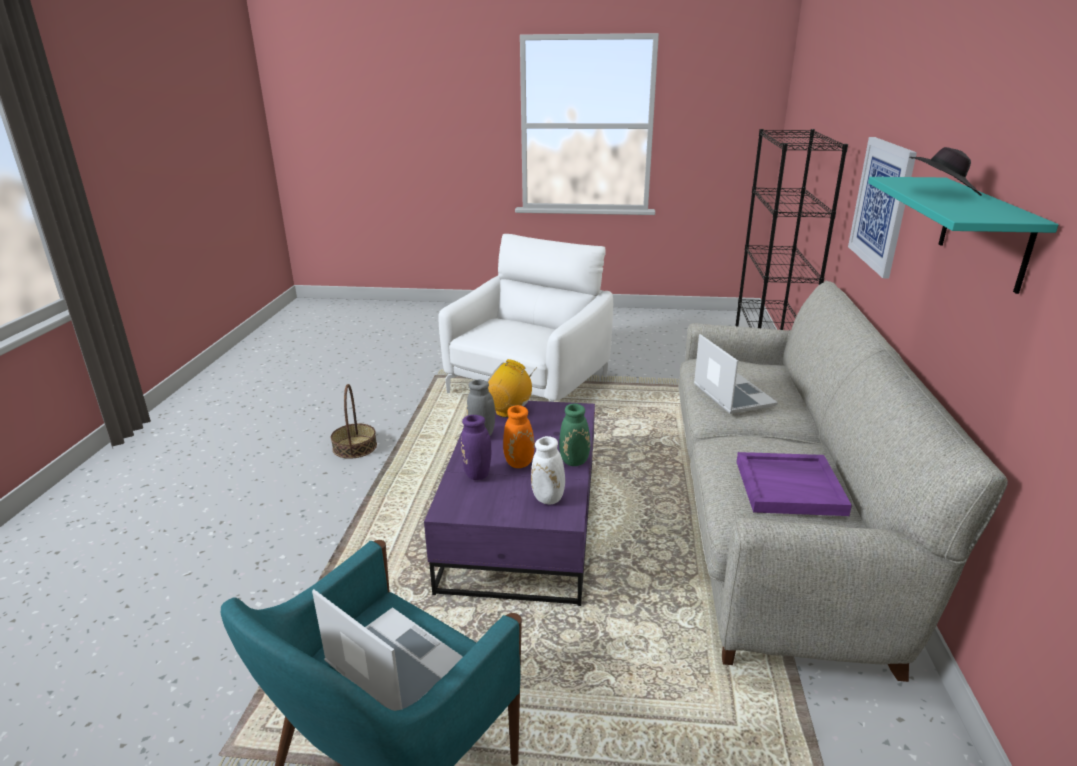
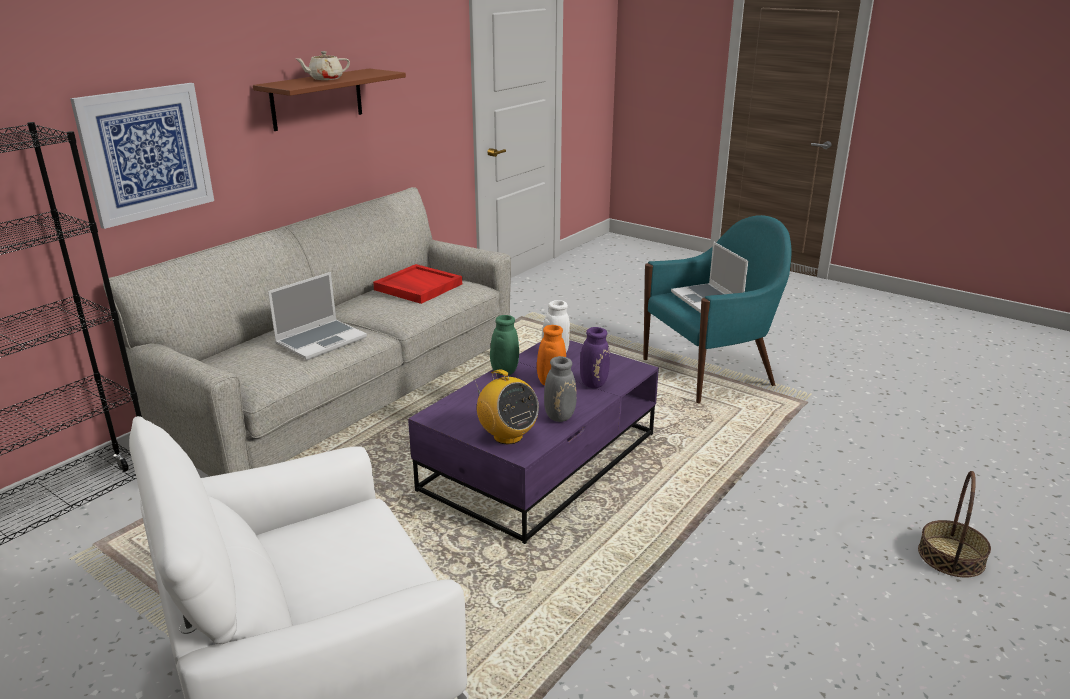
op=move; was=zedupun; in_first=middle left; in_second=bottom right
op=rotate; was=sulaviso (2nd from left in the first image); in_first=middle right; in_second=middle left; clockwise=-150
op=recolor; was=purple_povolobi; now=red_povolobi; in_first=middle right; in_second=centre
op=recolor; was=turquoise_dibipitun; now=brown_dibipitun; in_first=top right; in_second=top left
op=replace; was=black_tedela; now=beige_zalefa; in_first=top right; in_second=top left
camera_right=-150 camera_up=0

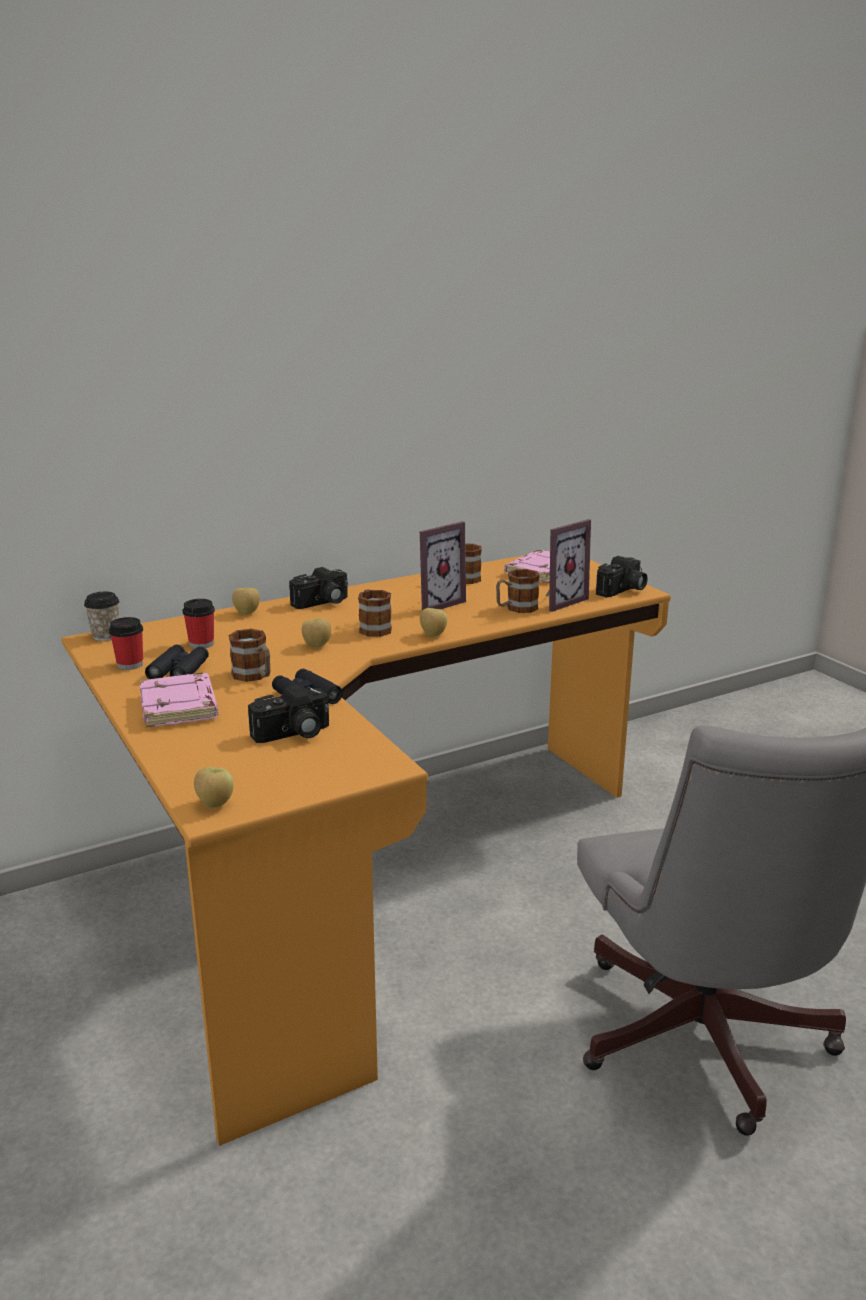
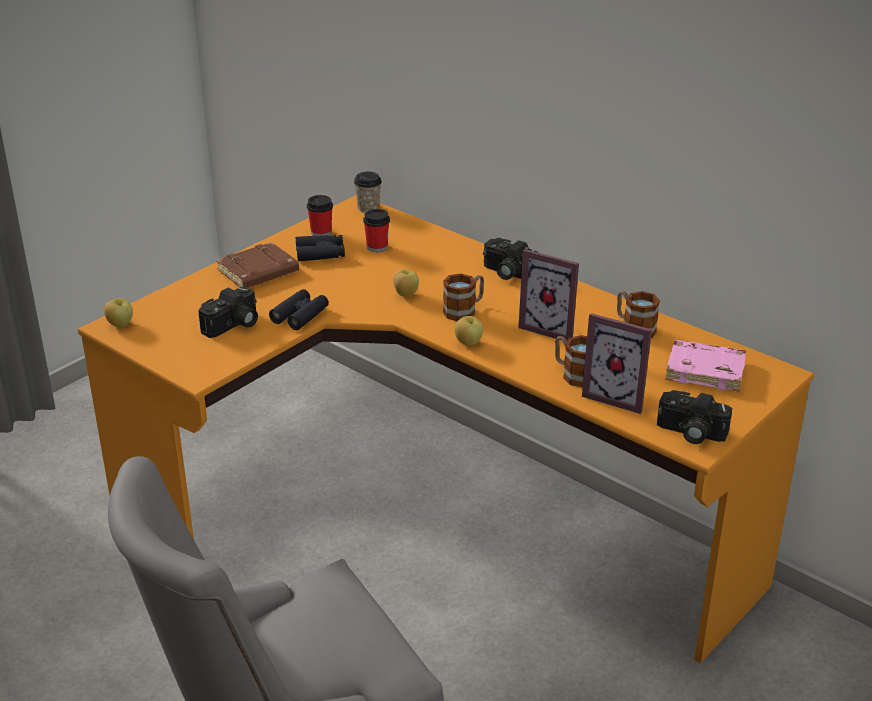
op=recolor; was=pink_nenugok (1st from left); now=brown_nenugok; in_first=middle left; in_second=middle left
op=delete; was=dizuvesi (1st from left); in_first=middle left
op=delete; was=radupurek (2nd from left); in_first=middle left
op=rotate; was=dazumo (1st from left); in_first=middle left; in_second=middle left; clockwise=-90
camera_right=70 camera_up=10

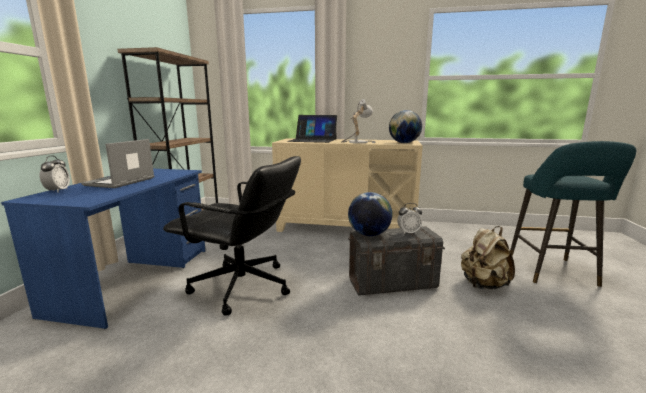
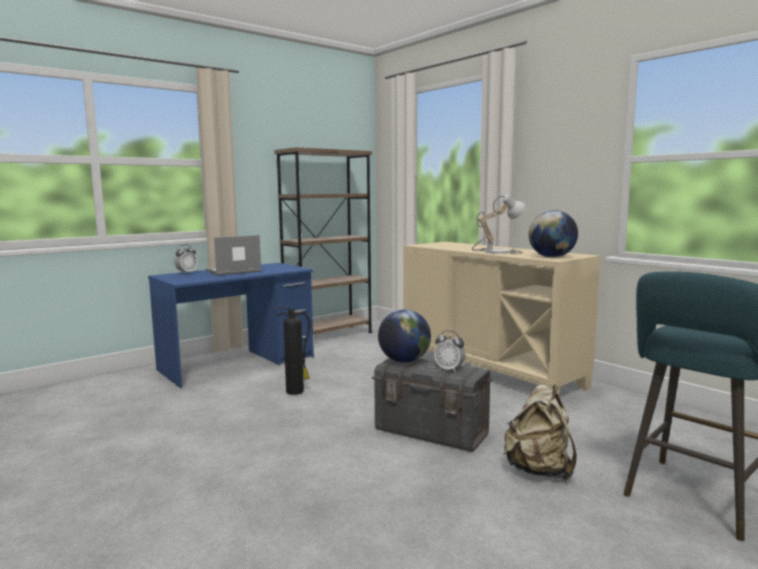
op=replace; was=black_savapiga; now=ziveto; in_first=centre; in_second=centre
op=delete; was=sulaviso (2nd from left); in_first=top centre
camera_right=40 camera_up=-5

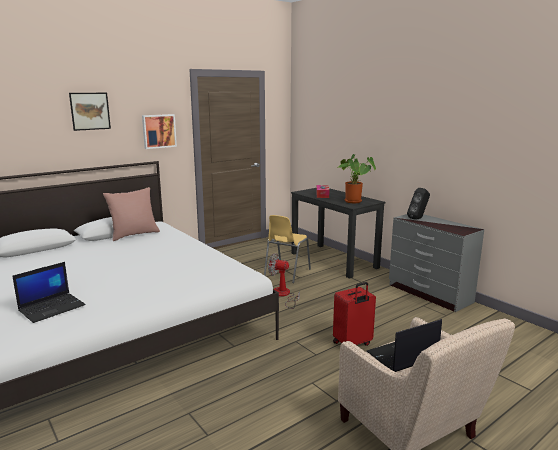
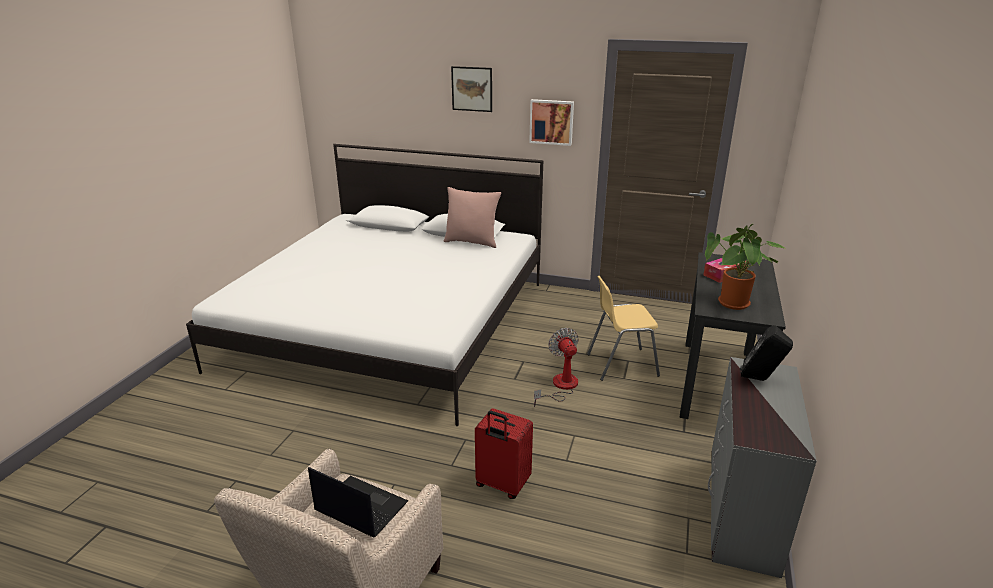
op=delete; was=sulaviso (1st from left); in_first=middle left
camera_right=55 camera_up=10

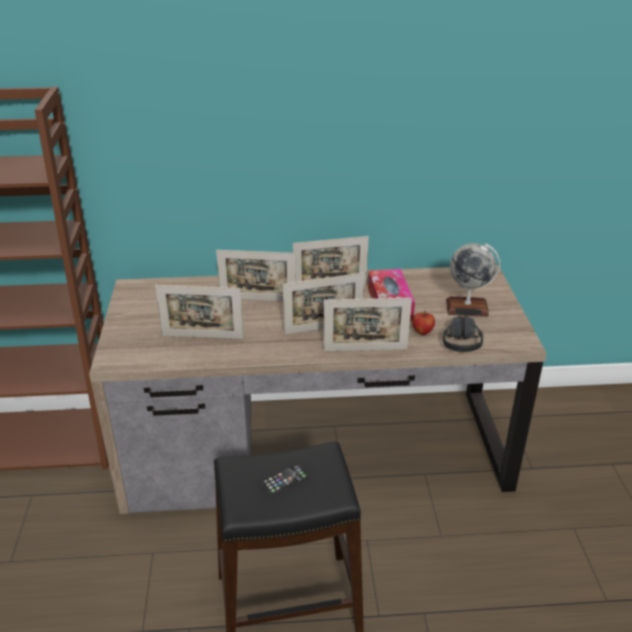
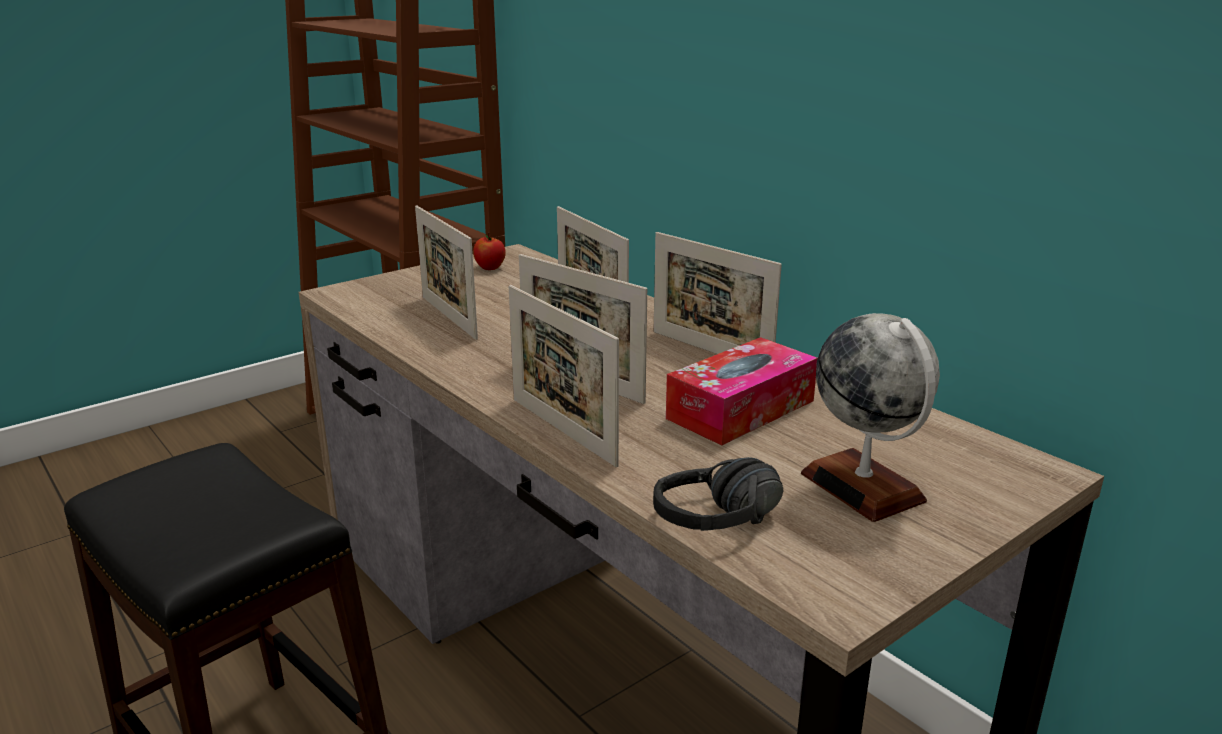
op=delete; was=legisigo; in_first=bottom centre
op=move; was=radupurek; in_first=middle right; in_second=centre
camera_right=55 camera_up=-10

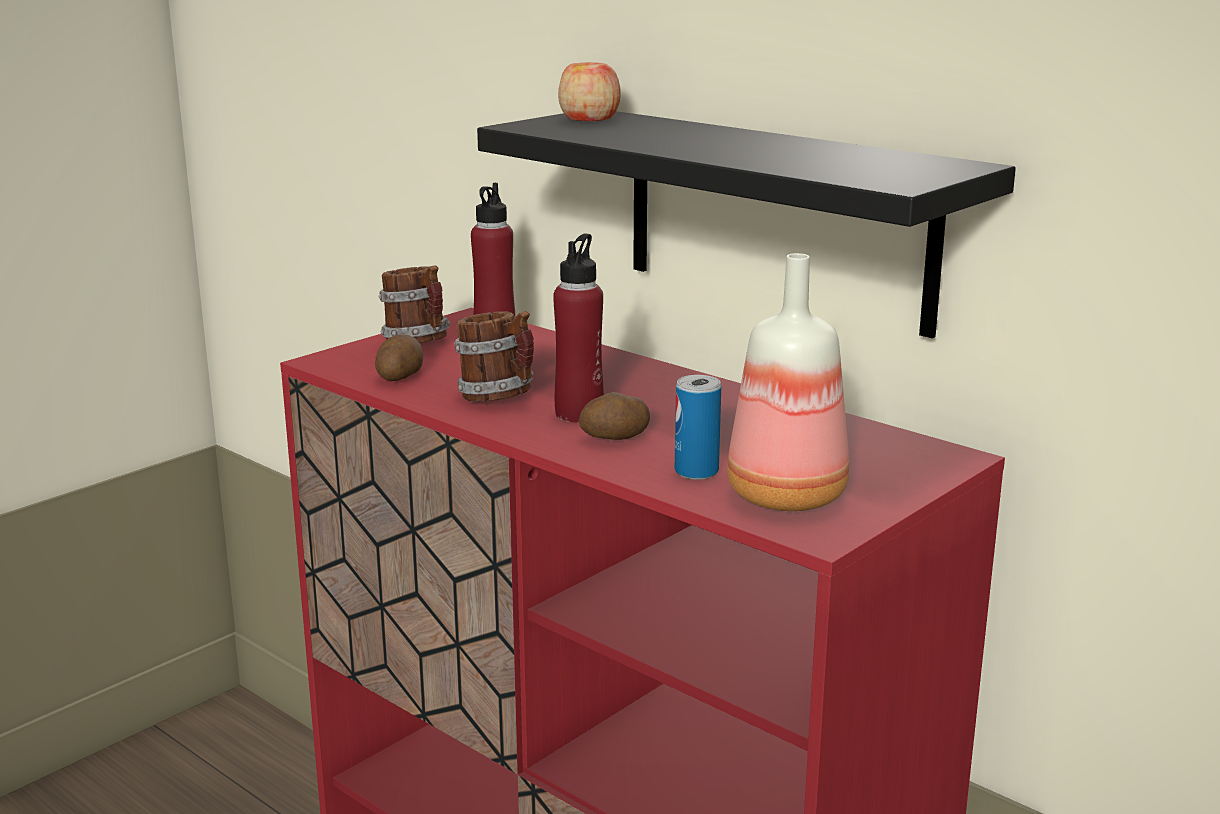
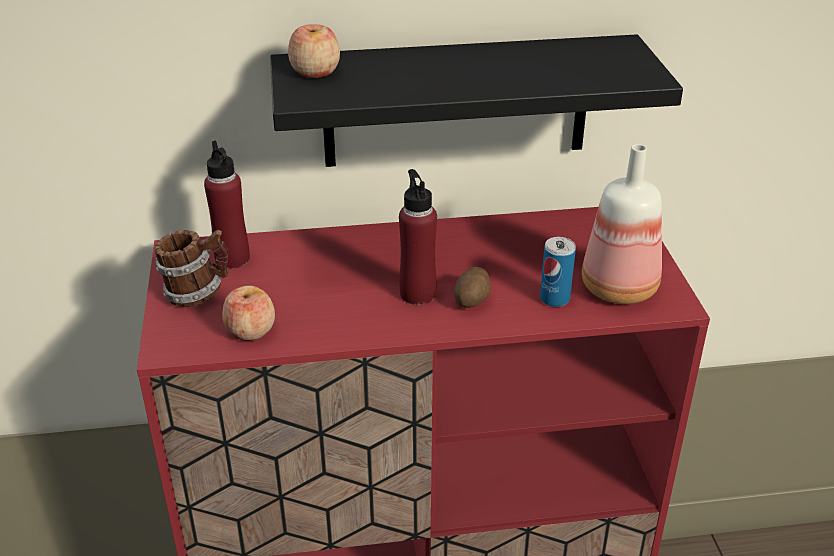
op=replace; was=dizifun (1st from left); now=radupurek (1st from left); in_first=middle left; in_second=middle left
op=delete; was=dizuvesi (2nd from left); in_first=centre
camera_right=-50 camera_up=15

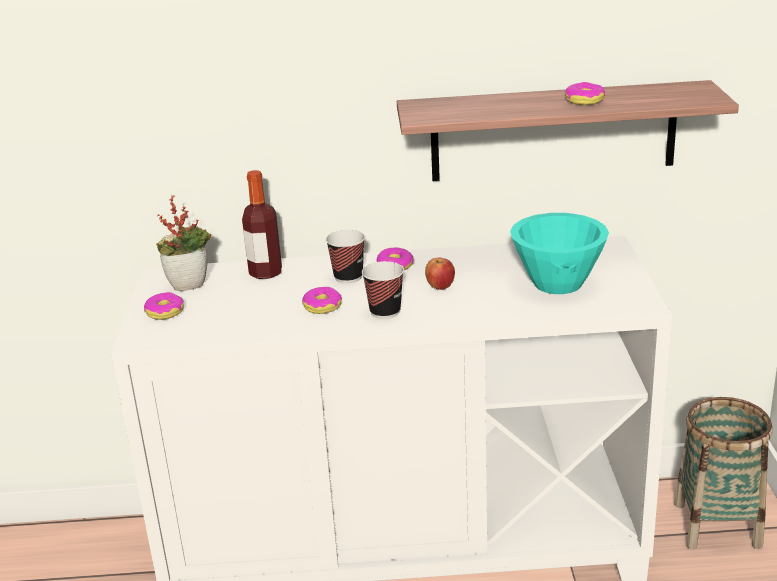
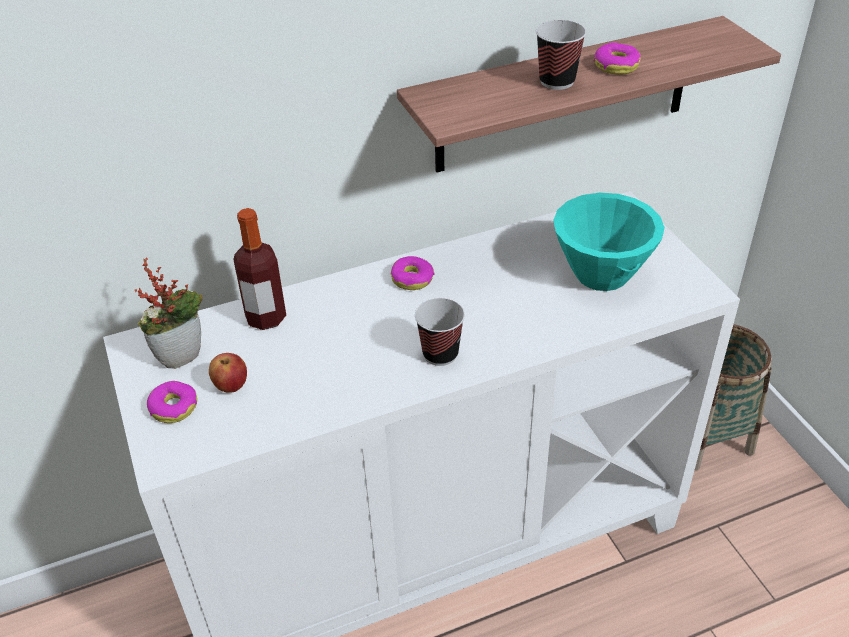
op=delete; was=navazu (2nd from left); in_first=centre
op=move; was=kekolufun (1st from left in the first image); now=kekolufun (2nd from left); in_first=centre; in_second=top centre
op=move; was=radupurek; in_first=centre; in_second=middle left
camera_right=-20 camera_up=15

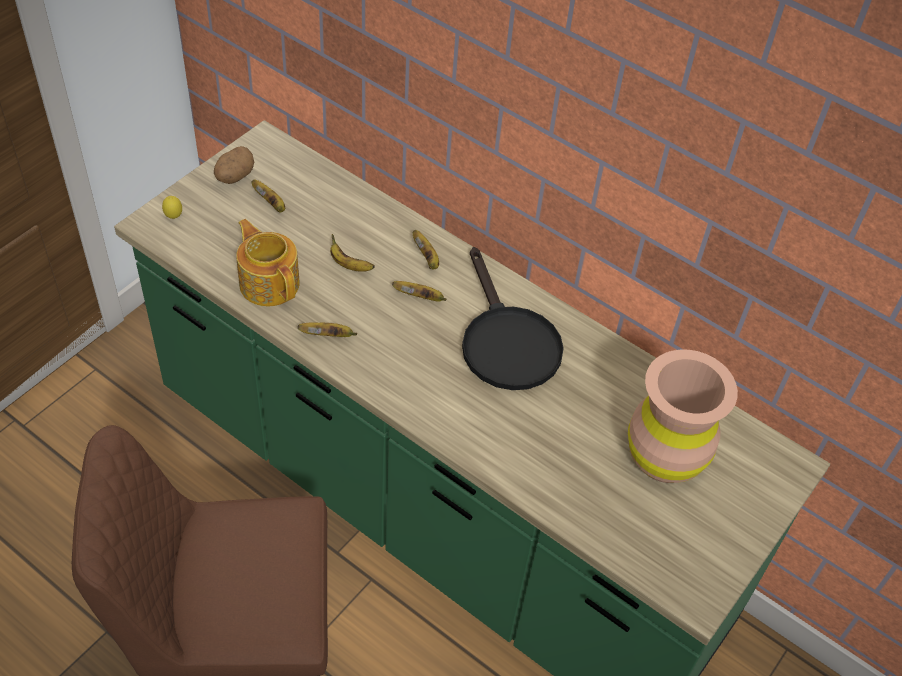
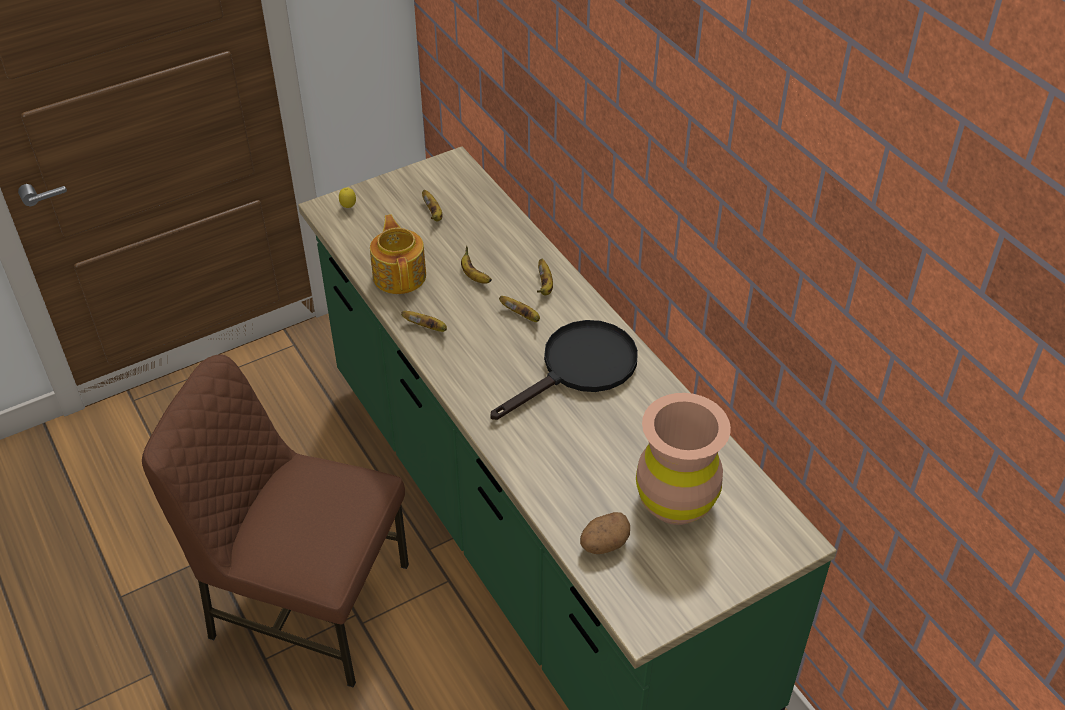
op=move; was=dizifun; in_first=top left; in_second=bottom centre
op=rotate; was=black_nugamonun; in_first=centre; in_second=centre; clockwise=-135
camera_right=25 camera_up=-5

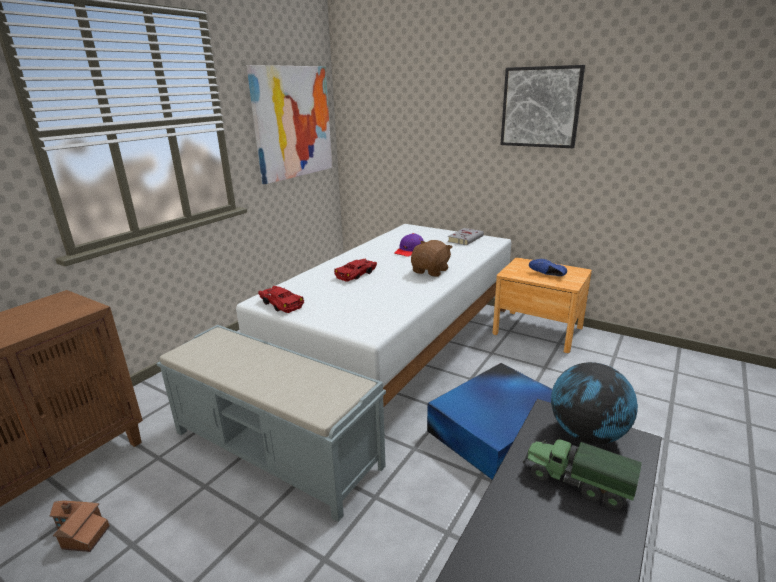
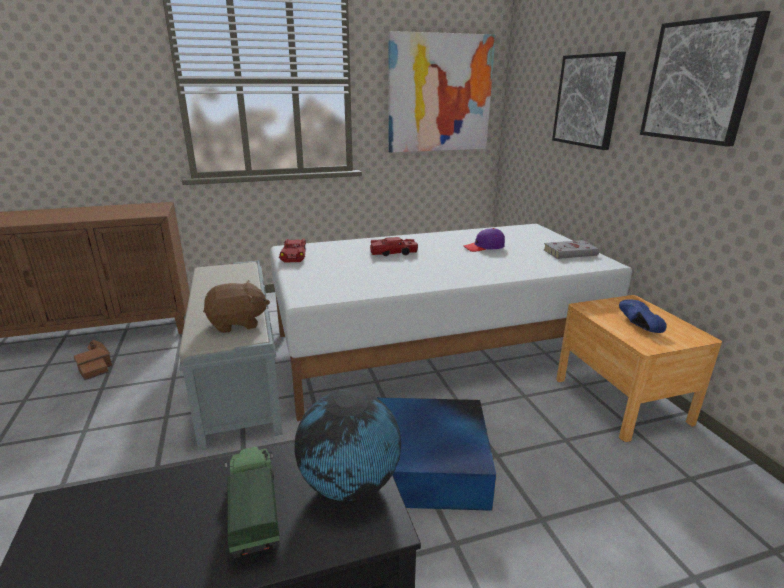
op=move; was=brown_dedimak; in_first=centre; in_second=middle left
op=insert; now=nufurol (2nd from left); in_second=top right
camera_right=40 camera_up=0

